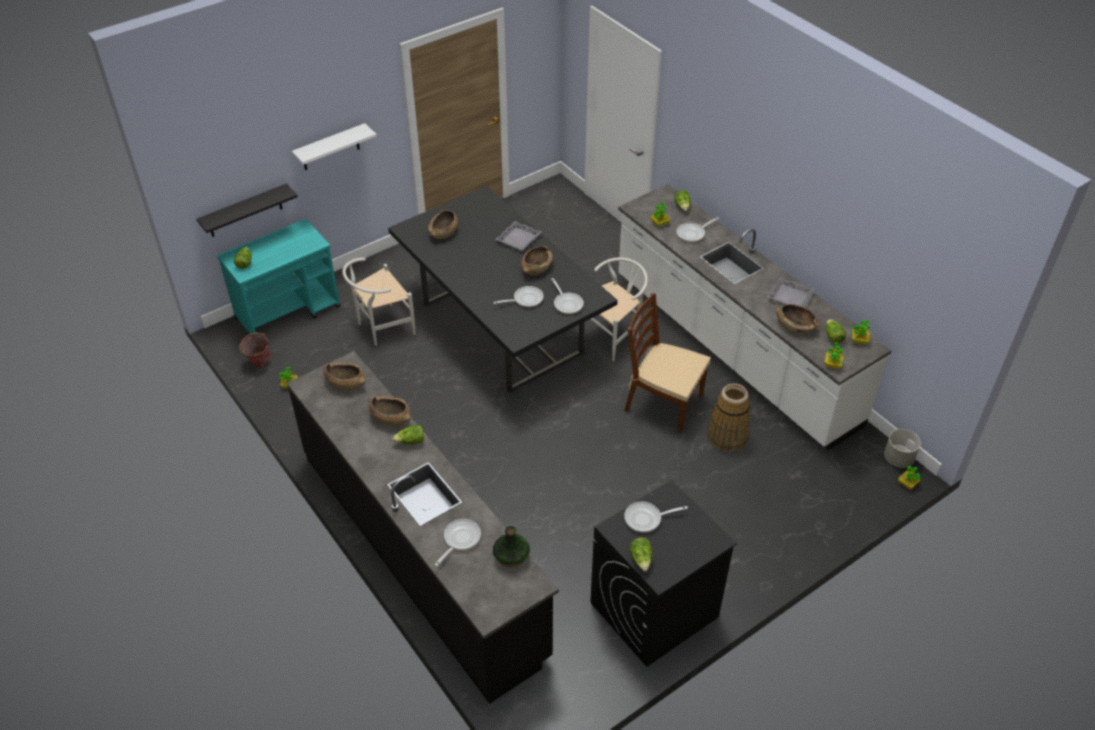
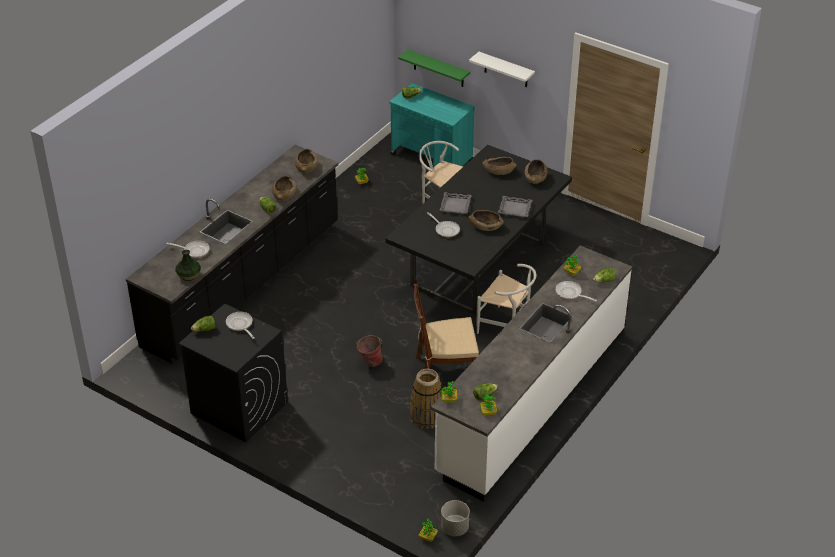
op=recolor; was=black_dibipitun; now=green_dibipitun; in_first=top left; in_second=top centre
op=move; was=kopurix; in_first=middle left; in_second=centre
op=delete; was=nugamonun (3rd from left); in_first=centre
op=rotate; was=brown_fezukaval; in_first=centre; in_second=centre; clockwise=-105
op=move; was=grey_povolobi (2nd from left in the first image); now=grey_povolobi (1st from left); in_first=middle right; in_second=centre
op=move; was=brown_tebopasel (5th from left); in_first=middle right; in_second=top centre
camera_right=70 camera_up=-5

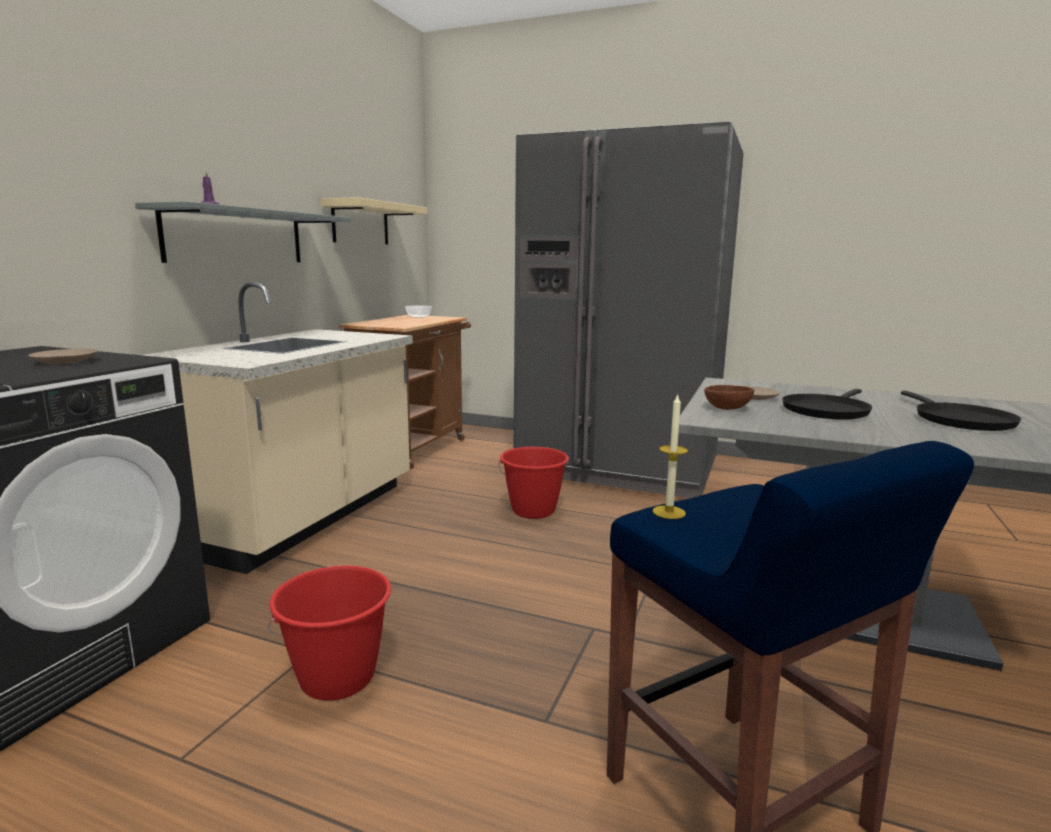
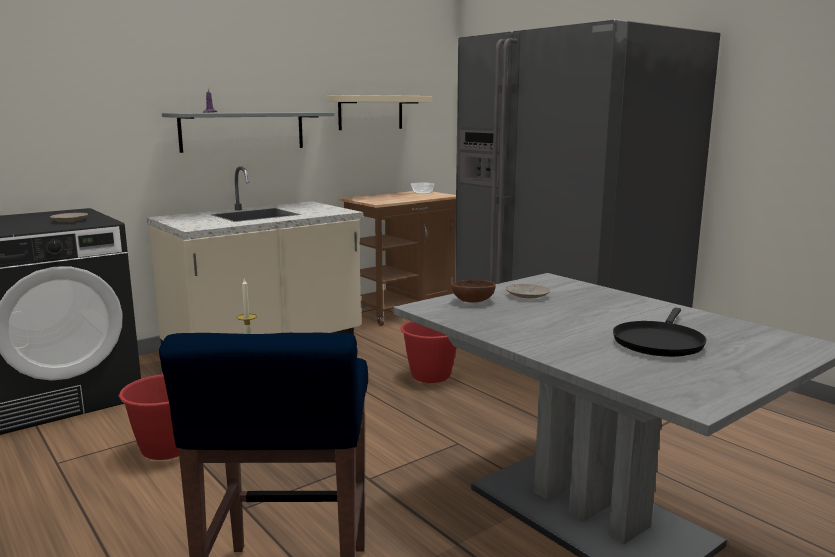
op=delete; was=black_nugamonun (1st from left); in_first=middle right
camera_right=30 camera_up=0

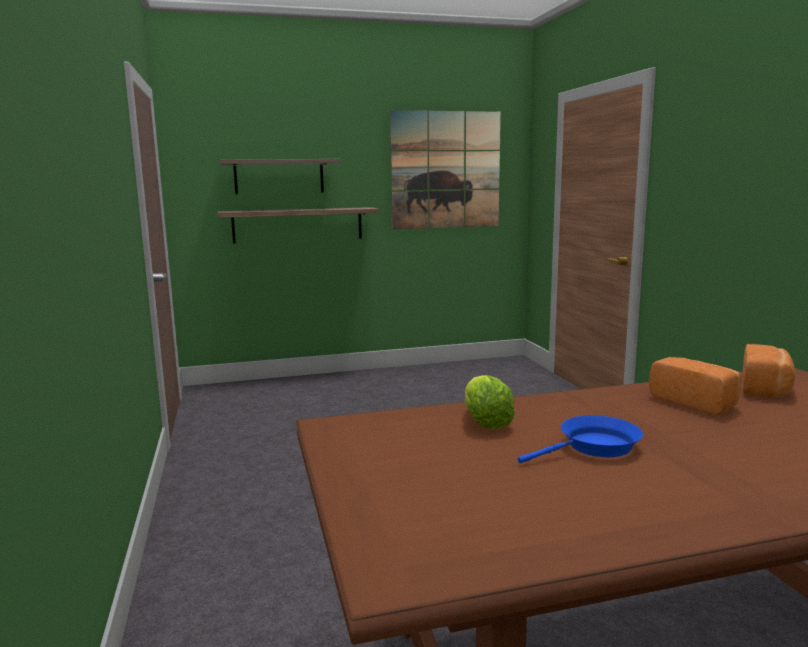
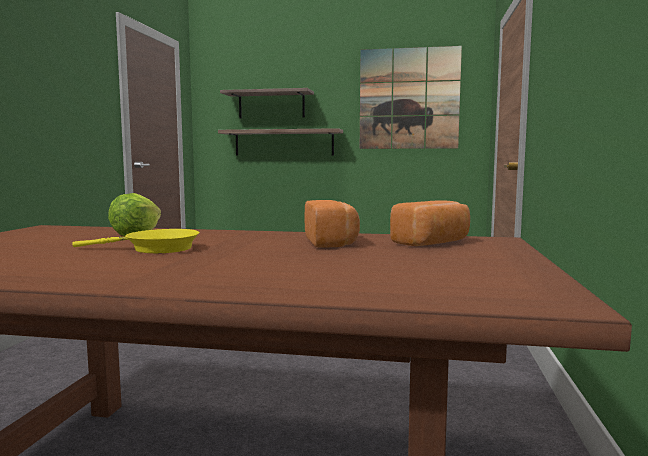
op=recolor; was=blue_nugamonun; now=yellow_nugamonun; in_first=bottom right; in_second=middle left
camera_right=25 camera_up=-5

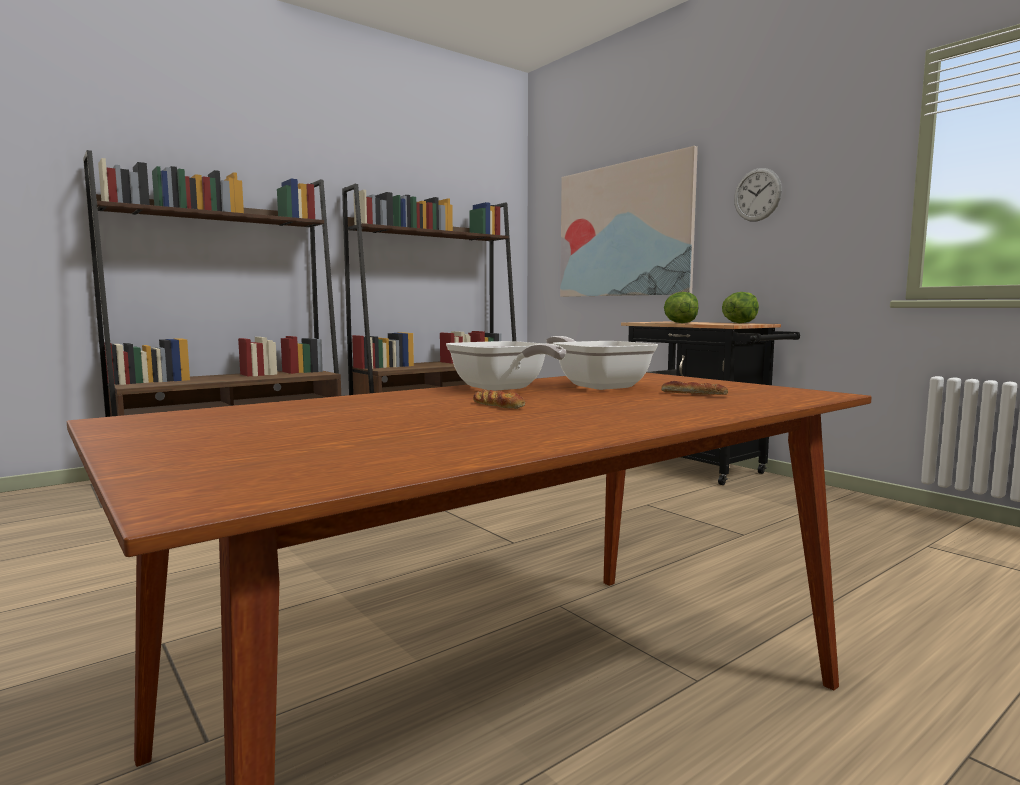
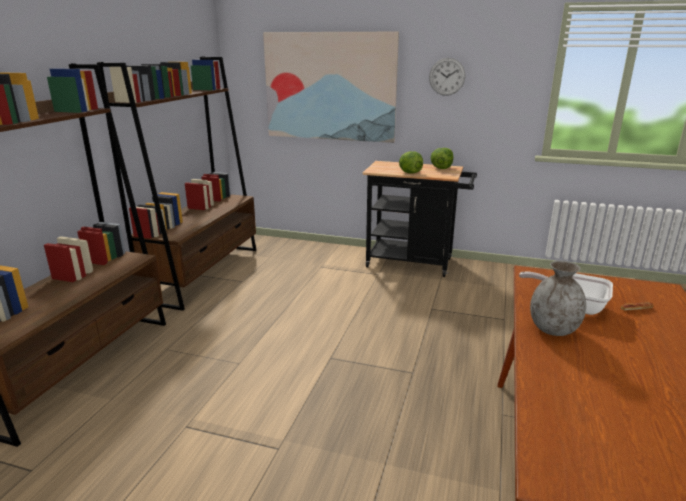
op=replace; was=nugamonun (1st from left); now=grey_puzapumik; in_first=centre; in_second=middle right
op=delete; was=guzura (1st from left); in_first=centre
camera_right=-35 camera_up=15

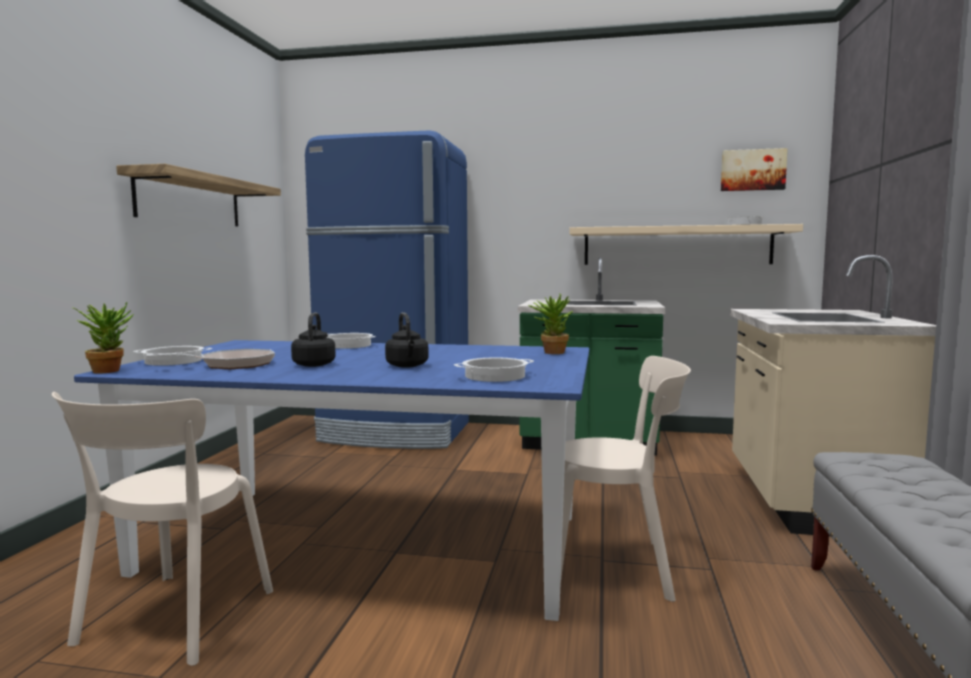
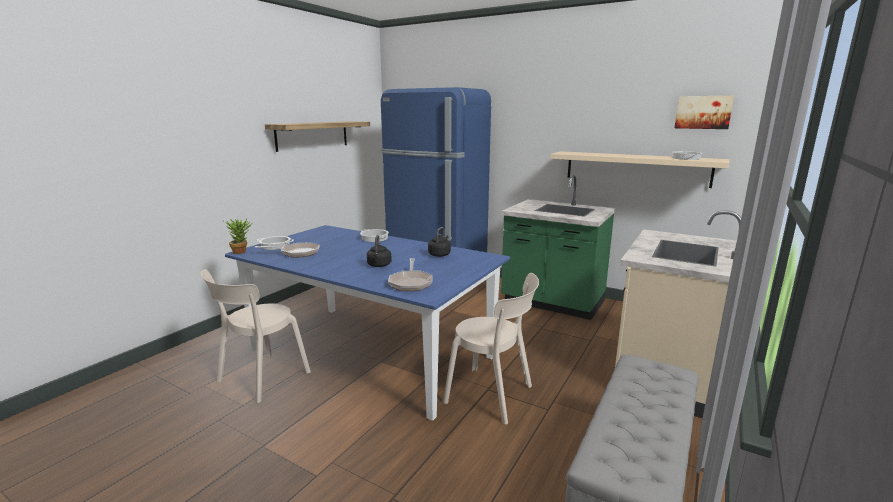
op=move; was=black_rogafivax (1st from left in the first image); now=black_rogafivax (2nd from left); in_first=middle left; in_second=centre
op=replace; was=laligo (3rd from left); now=nugamonun (2nd from left); in_first=centre; in_second=centre
op=delete; was=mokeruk (2nd from left); in_first=centre
camera_right=20 camera_up=10

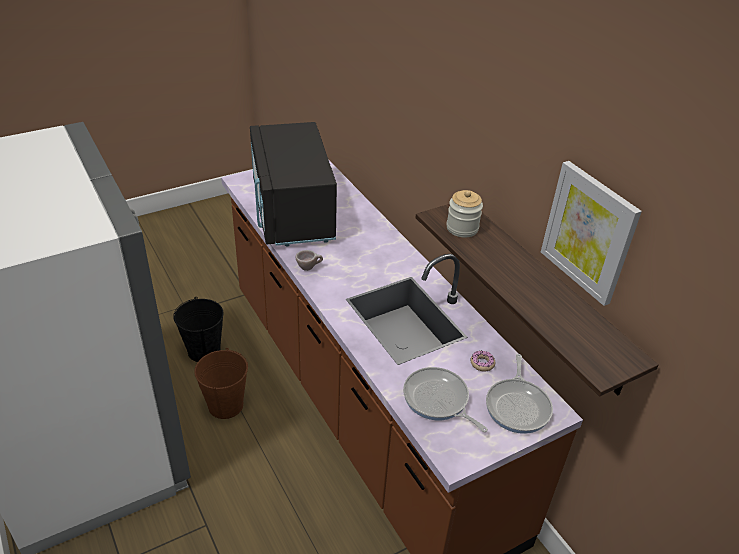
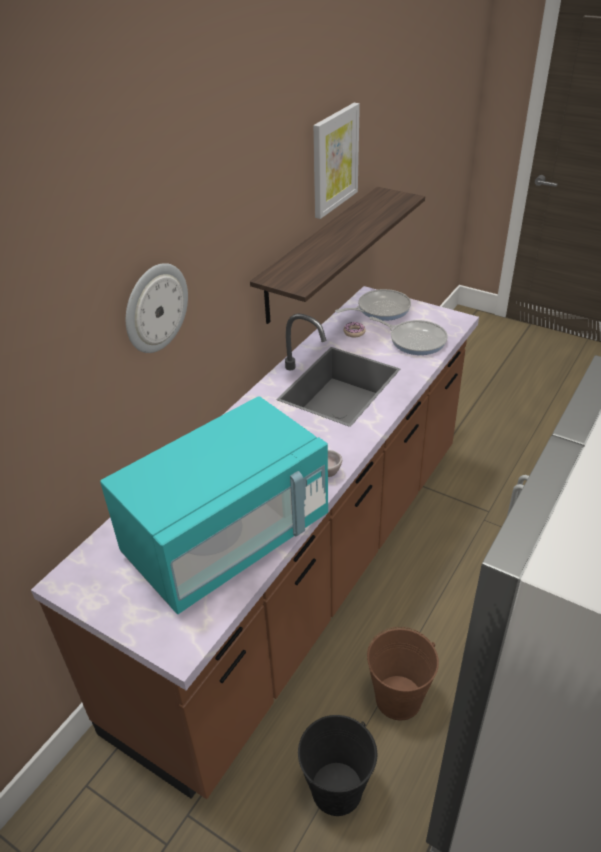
op=recolor; was=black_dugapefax; now=turquoise_dugapefax; in_first=top centre; in_second=centre
op=rotate; was=nugamonun (1st from left in the first image); in_first=bottom centre; in_second=middle right; clockwise=-75
op=delete; was=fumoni; in_first=centre
op=insert; now=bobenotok; in_second=middle left
camera_right=-115 camera_up=0

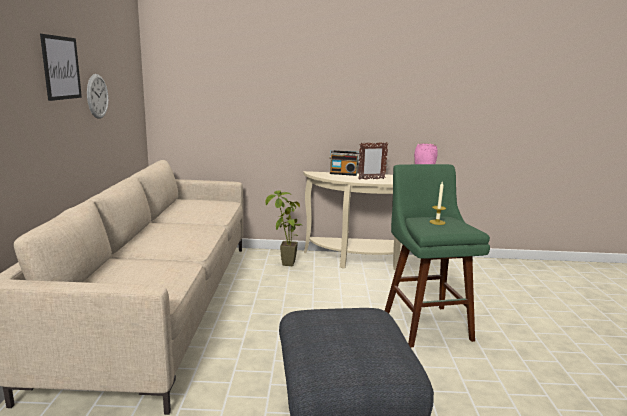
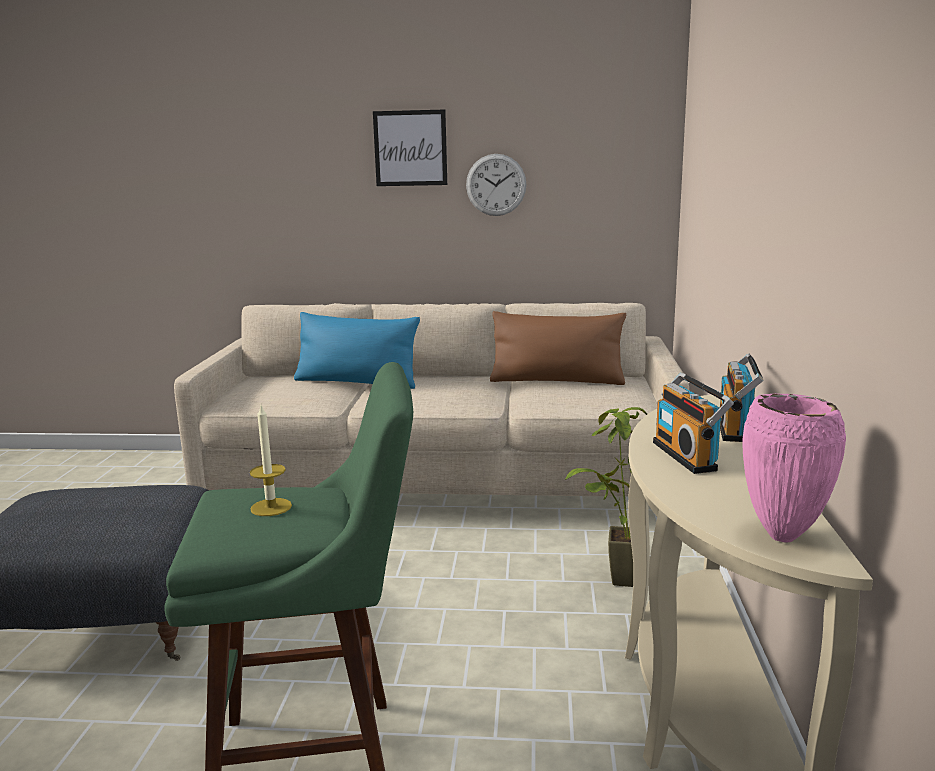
op=replace; was=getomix; now=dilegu (1st from left); in_first=centre; in_second=middle right
op=insert; now=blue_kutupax; in_second=centre
op=insert; now=brown_kutupax; in_second=centre
camera_right=95 camera_up=0

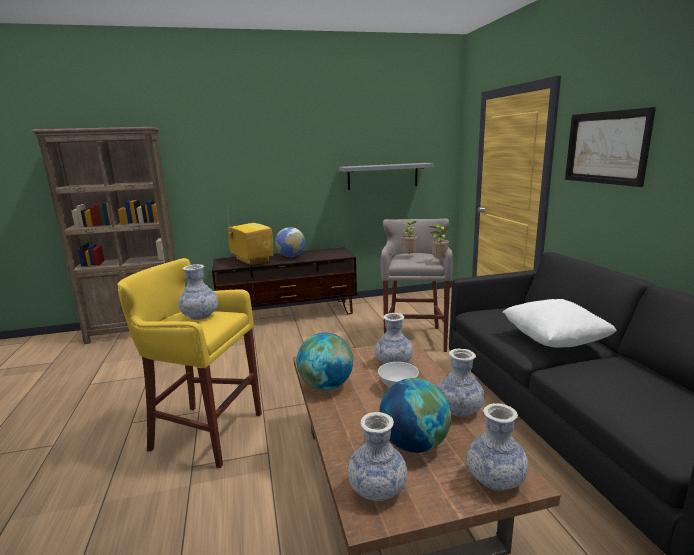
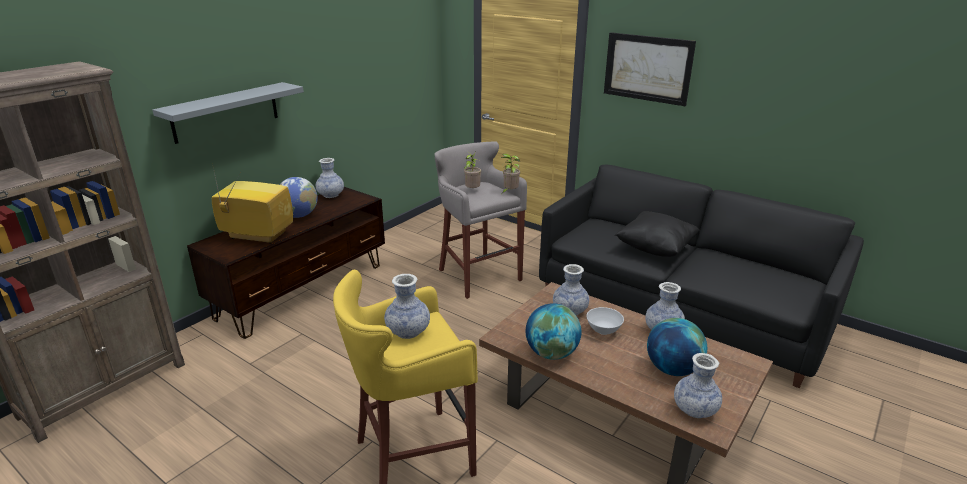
op=move; was=grey_dibipitun; in_first=top centre; in_second=top left
op=move; was=puzapumik (5th from left in the first image); now=puzapumik (1st from left); in_first=bottom right; in_second=centre
op=recolor; was=white_kutupax; now=black_kutupax; in_first=middle right; in_second=middle right
camera_right=-40 camera_up=10

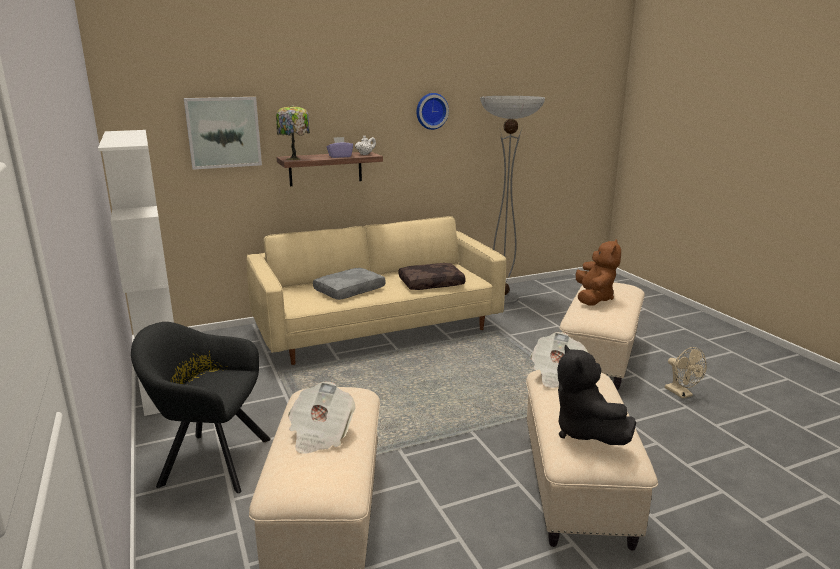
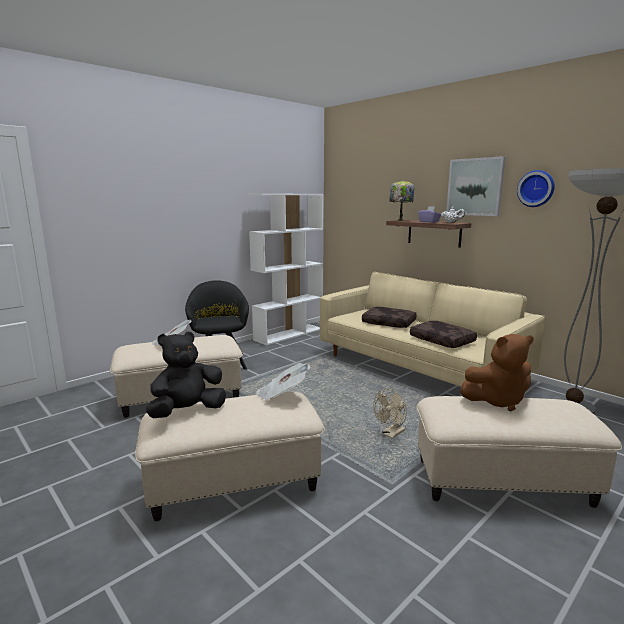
op=move; was=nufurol; in_first=top left; in_second=top right
op=recolor; was=grey_kutupax; now=brown_kutupax (1st from left); in_first=centre; in_second=centre
op=move; was=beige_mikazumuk; in_first=middle right; in_second=centre
camera_right=70 camera_up=-5

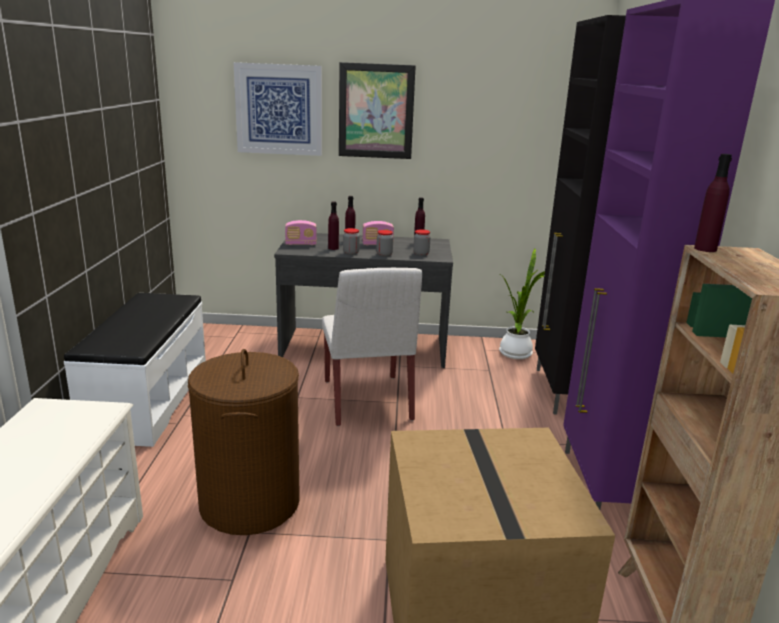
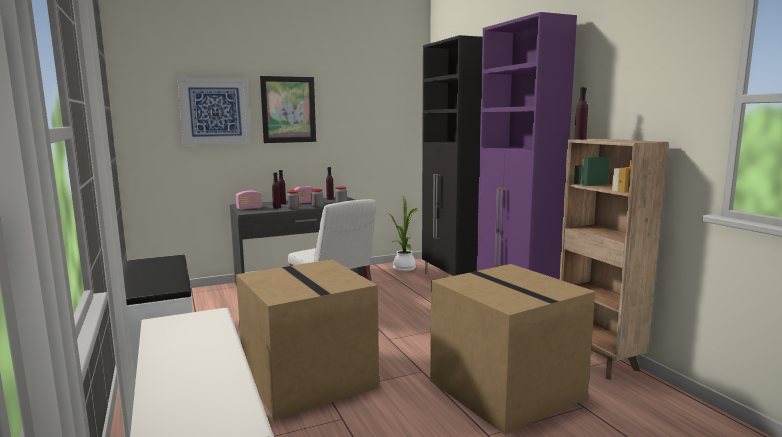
op=replace; was=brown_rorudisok; now=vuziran (1st from left); in_first=bottom left; in_second=bottom centre
camera_right=-25 camera_up=-10

